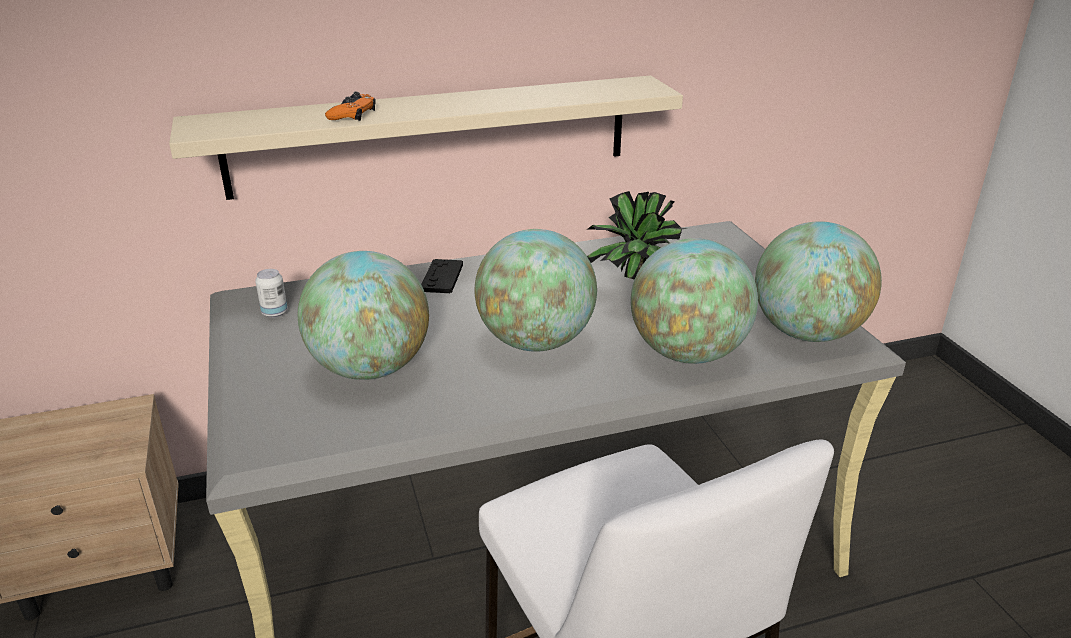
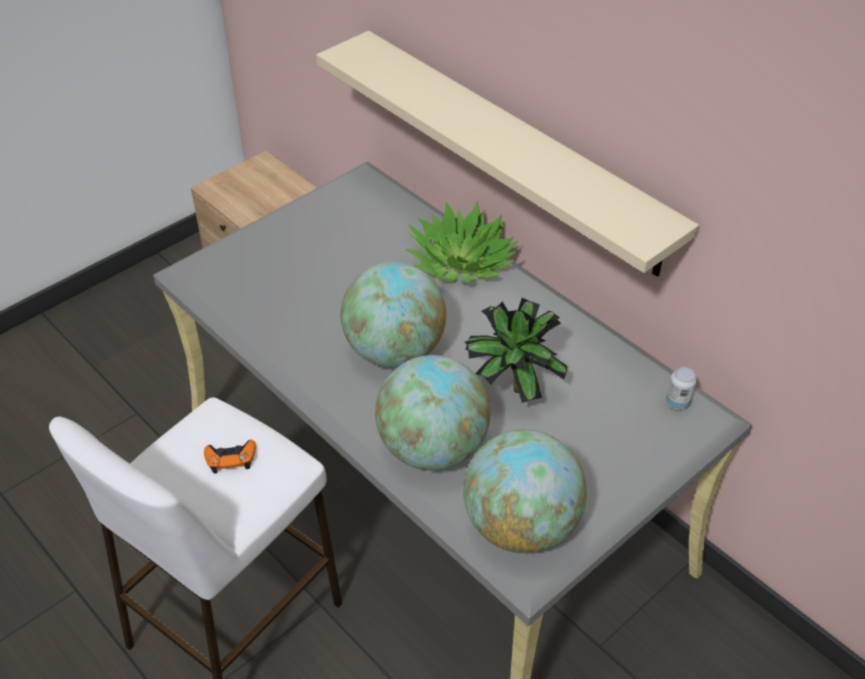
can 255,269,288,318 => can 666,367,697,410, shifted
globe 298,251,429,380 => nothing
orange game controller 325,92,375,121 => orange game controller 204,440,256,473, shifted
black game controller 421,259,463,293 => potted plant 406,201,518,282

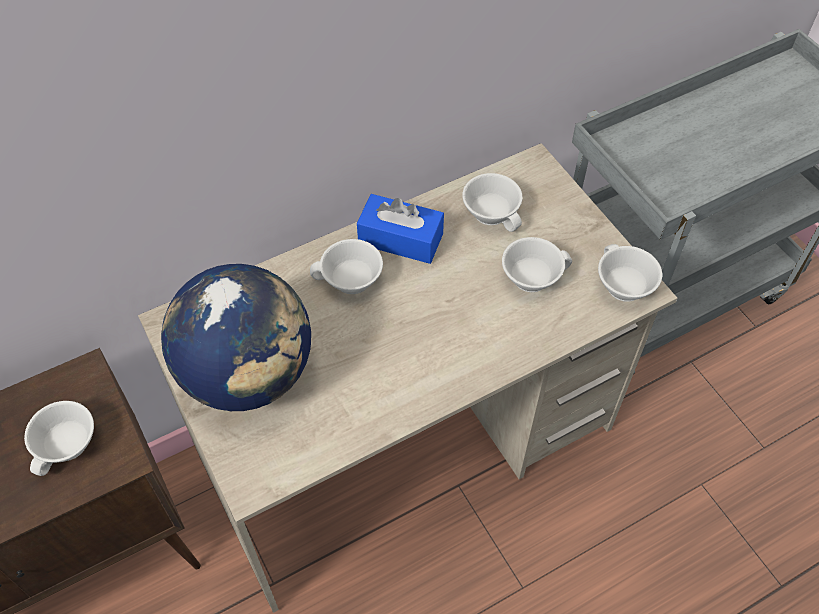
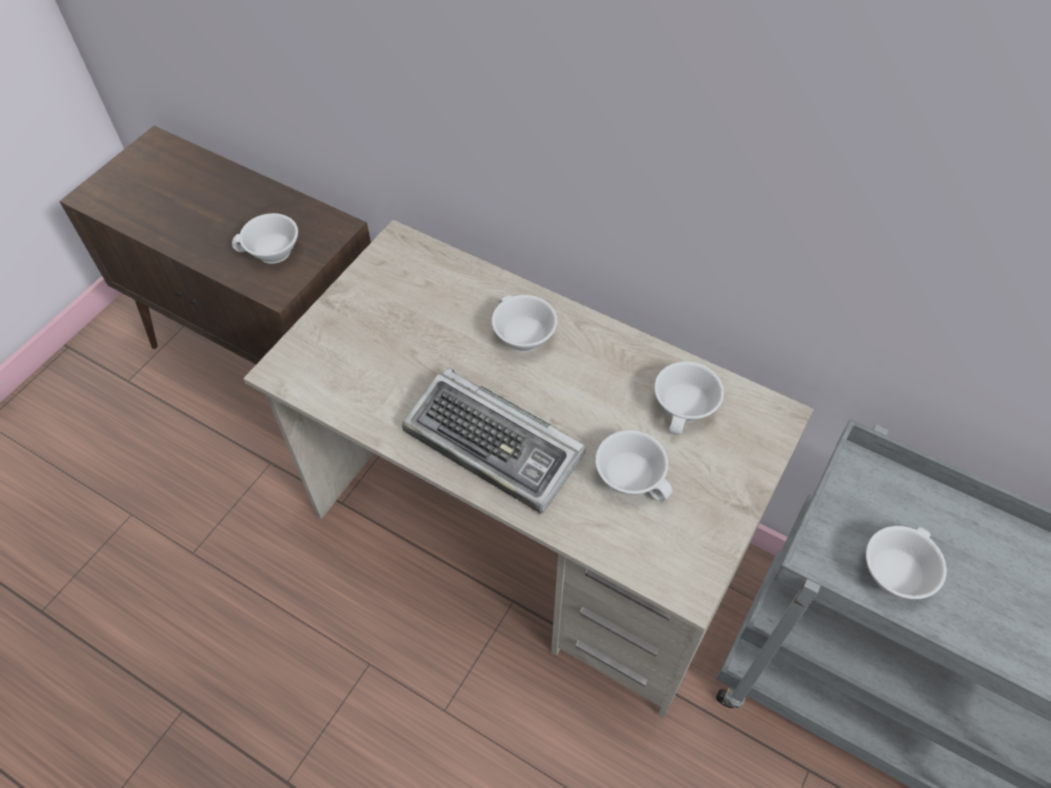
globe 161,264,311,411 => nothing
blue tissue box 357,194,444,264 => nothing
white cup 598,244,662,302 => white cup 866,526,947,599, shifted
nothing => keyboard 402,367,586,514

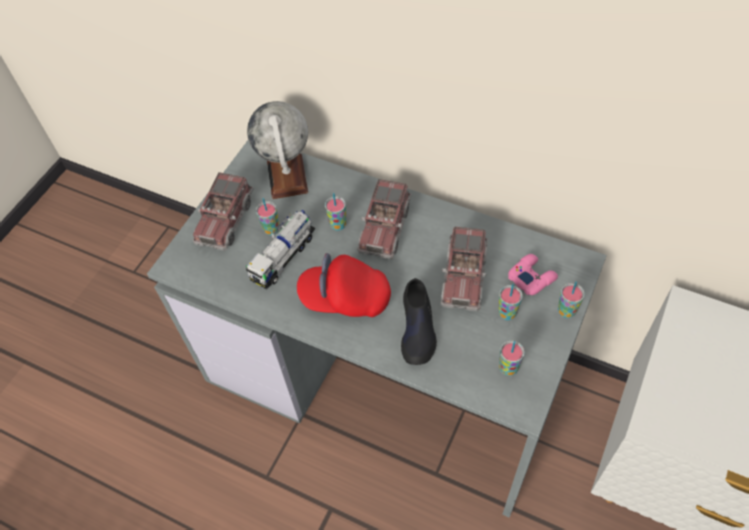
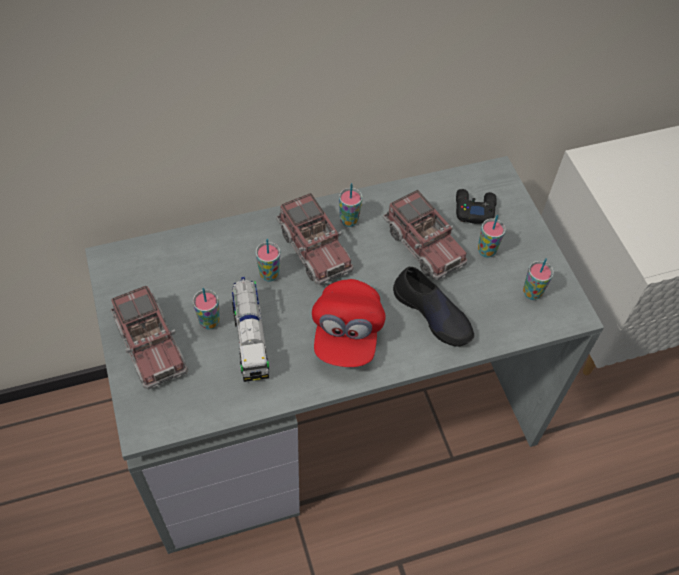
globe 247,101,308,199 => nothing
red cap 297,253,391,317 => red cap 312,279,386,367, 45 degrees counterclockwise
pink game controller 508,254,558,295 => black game controller 456,189,497,224
cup 558,282,585,318 => cup 339,183,362,227, shifted

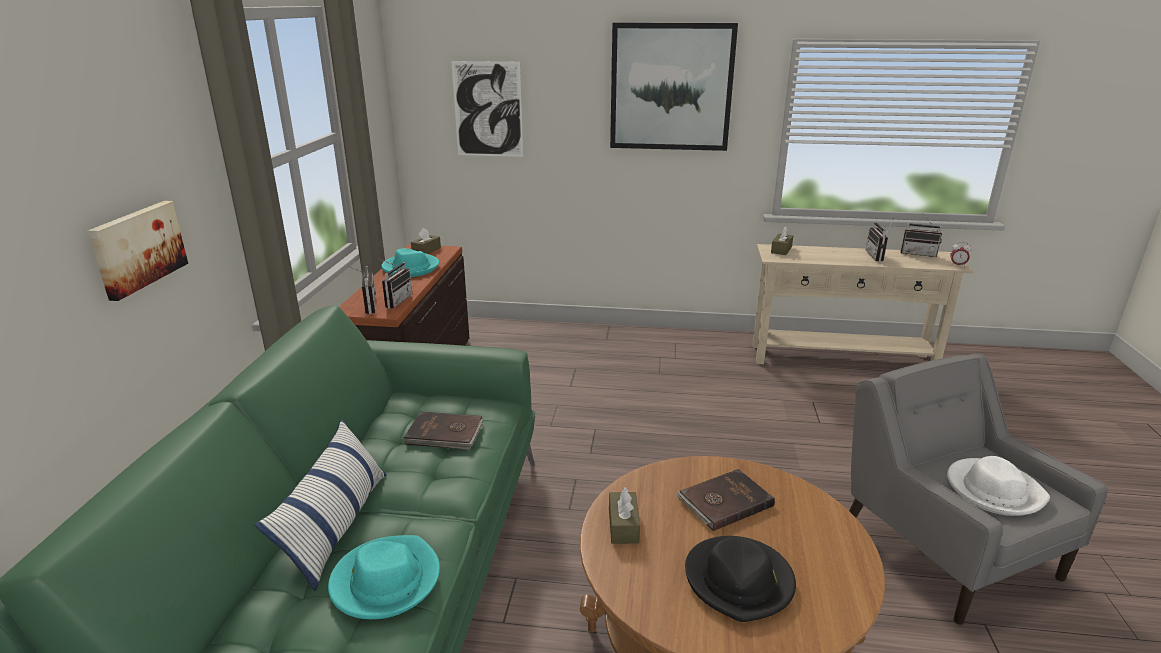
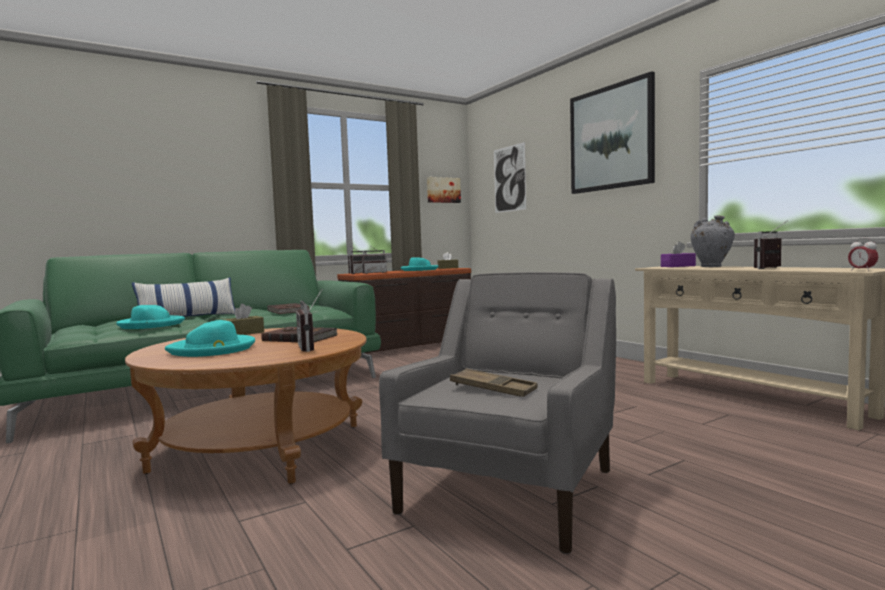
picture 88,201,188,301 => picture 427,177,461,203, shifted
black hat 685,536,796,622 => turquoise hat 165,320,255,357
brown tissue box 771,227,793,255 => purple tissue box 661,241,696,267
radio 900,215,942,257 => radio 296,289,322,352, shifted
white hat 947,456,1050,516 => brown tray 450,368,537,397
nothing => grey vase 691,216,735,267

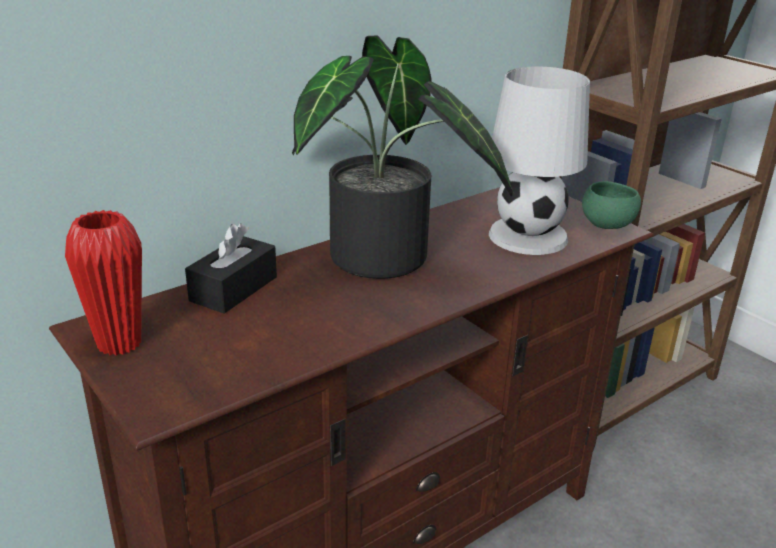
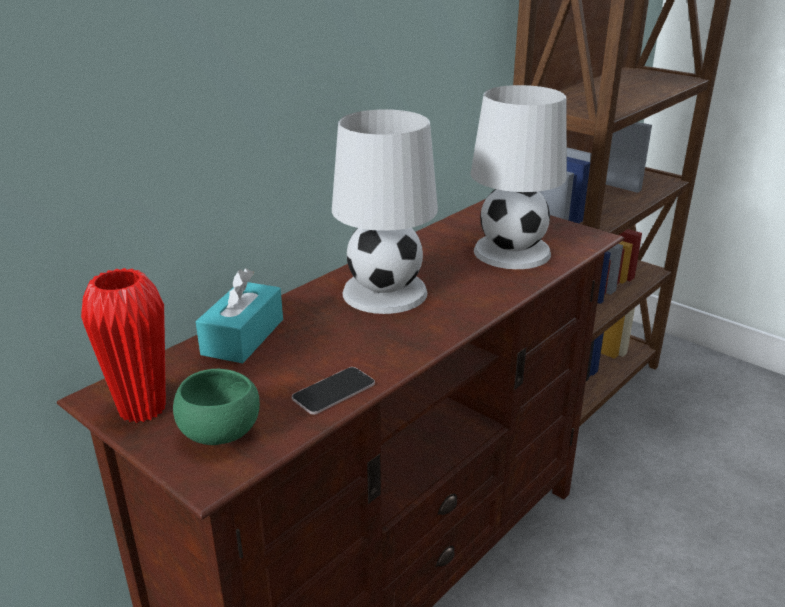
black tissue box 185,223,277,314 => turquoise tissue box 195,268,283,363
potted plant 292,35,513,279 => white table lamp 332,109,438,314
green bowl 582,181,641,229 => green bowl 173,369,260,445, shifted
nothing => phone 292,367,375,415

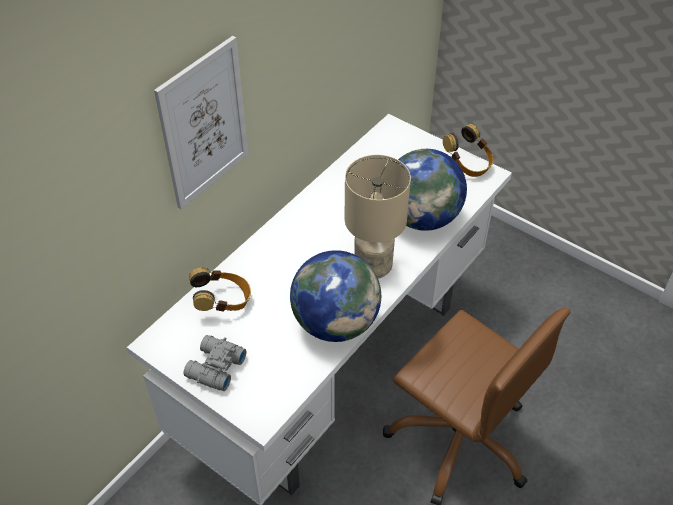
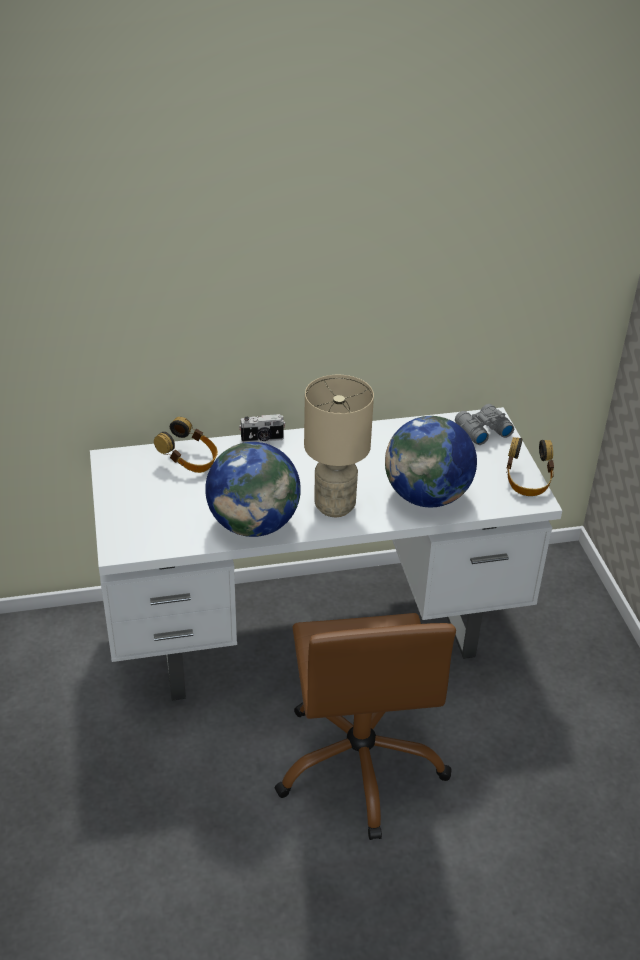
picture 154,36,249,209 => nothing
grey binoculars 183,335,246,391 => grey binoculars 455,404,514,445, shifted
nothing => photo camera 239,414,285,443

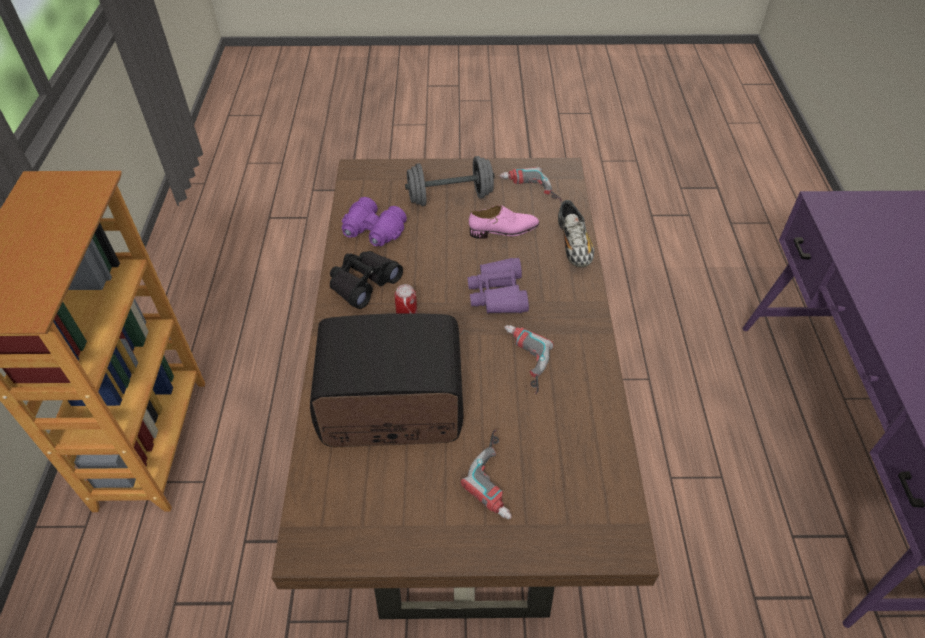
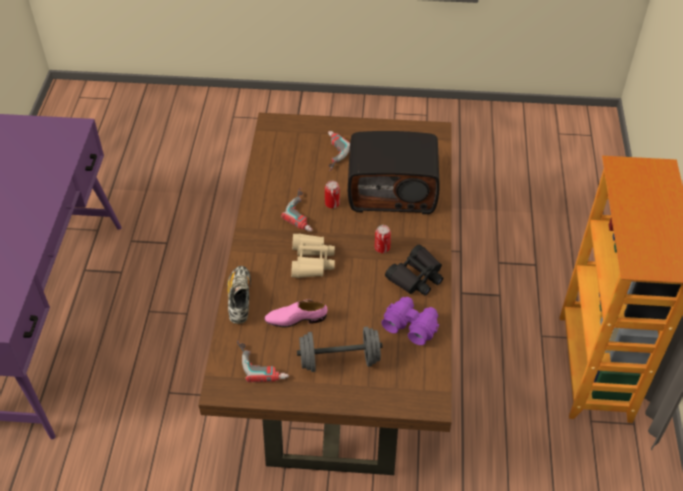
purple binoculars 467,258,529,314 => beige binoculars 291,233,335,278
nothing => can 325,181,340,208

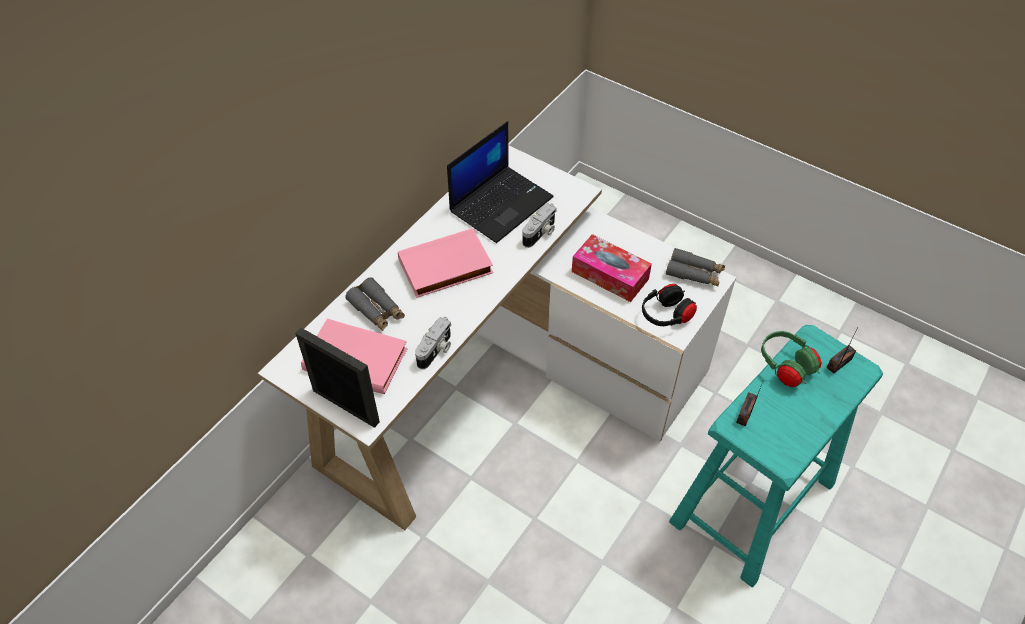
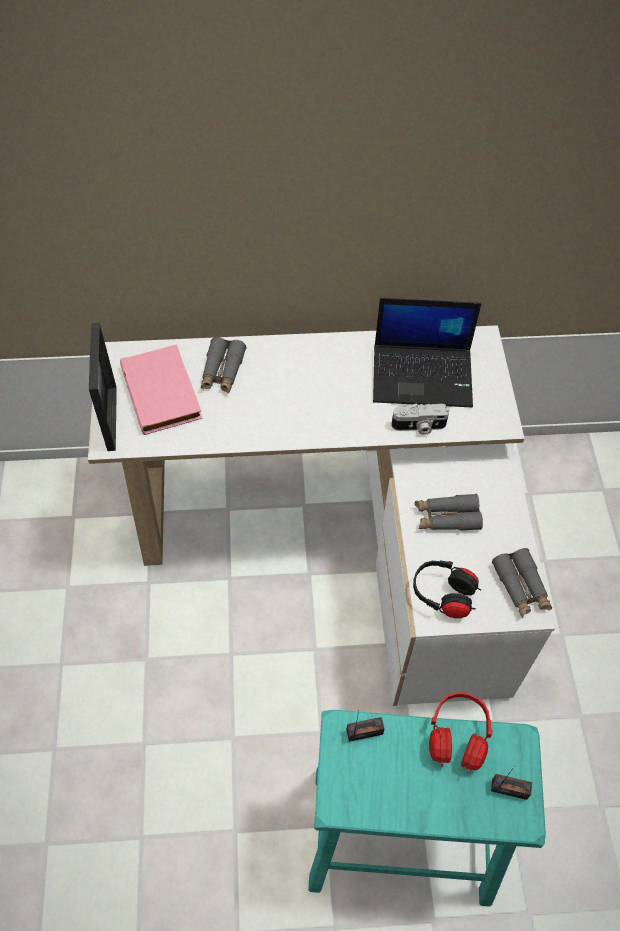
pink book 398,228,493,298 => nothing
photo camera 415,317,451,369 => nothing
tissue box 572,234,652,302 => grey binoculars 415,494,483,531
green headphones 761,331,822,387 => red headphones 429,692,493,774

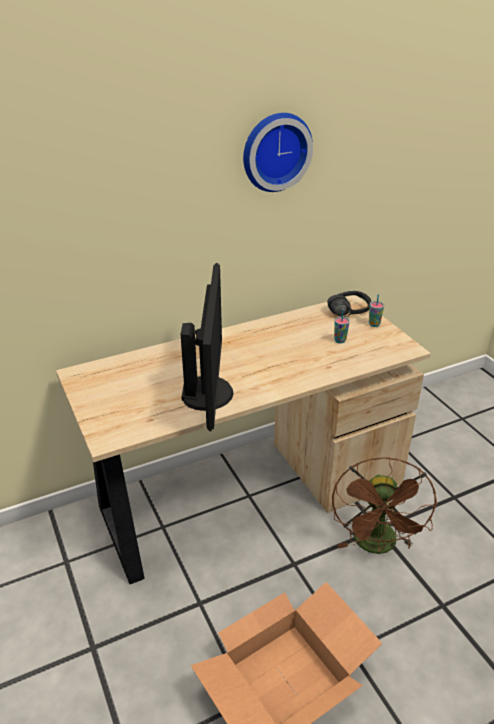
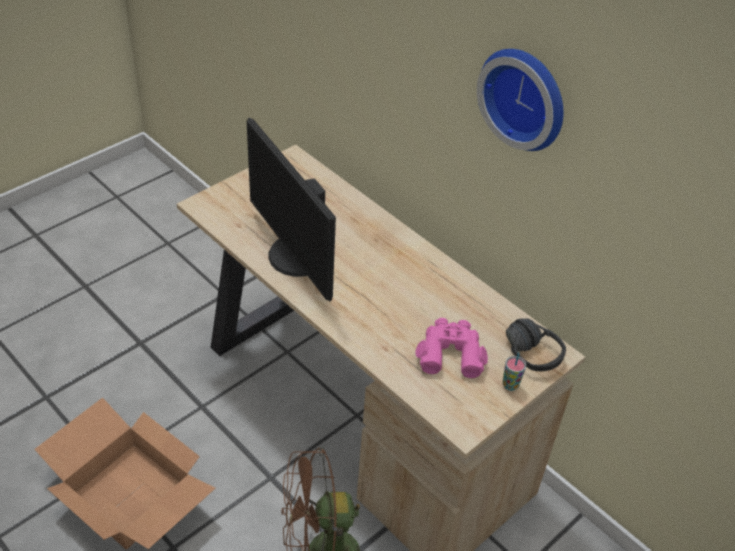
monitor 181,263,234,431 => monitor 247,118,336,302, 75 degrees clockwise
cup 334,310,350,343 => pink binoculars 415,318,488,378

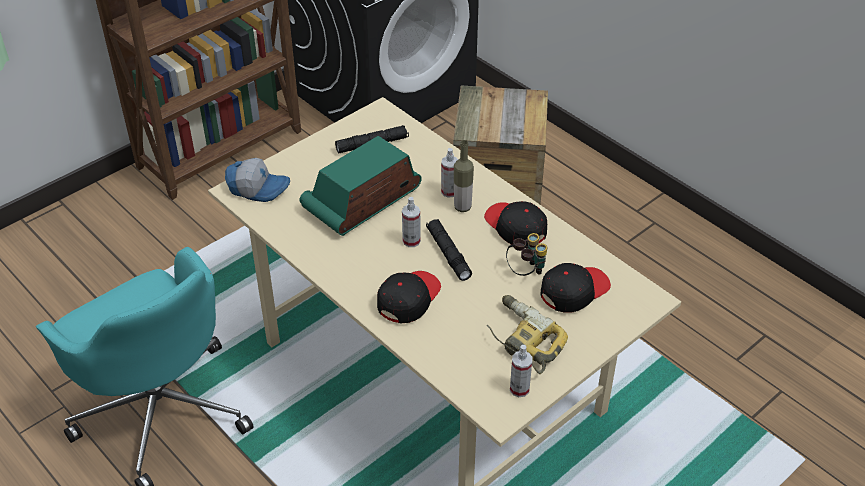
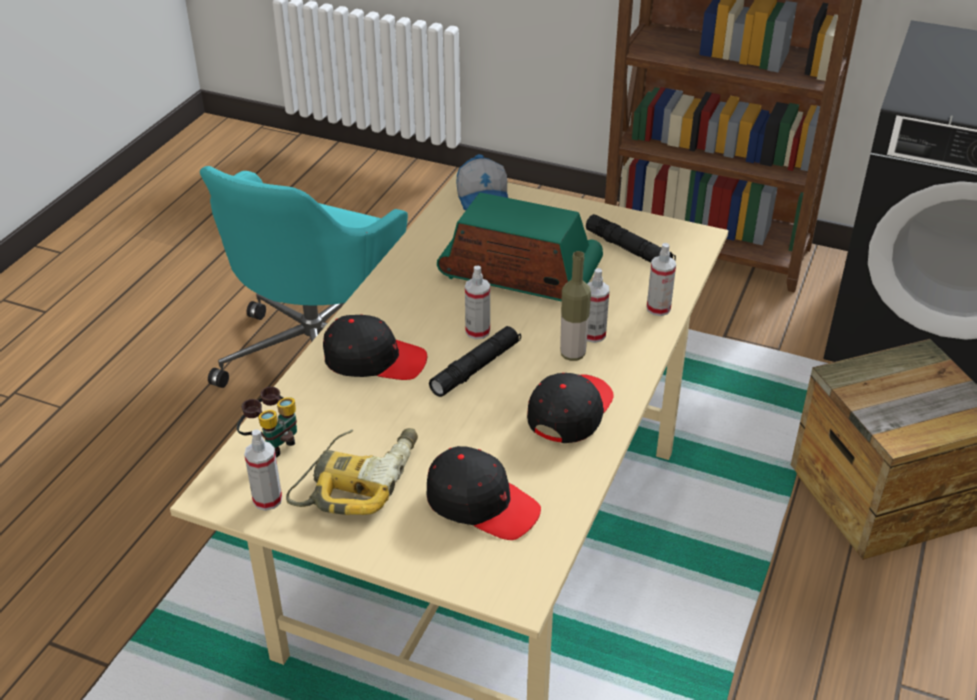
binoculars 506,233,547,276 => binoculars 237,387,297,458, shifted
nothing => spray bottle 647,243,676,316

